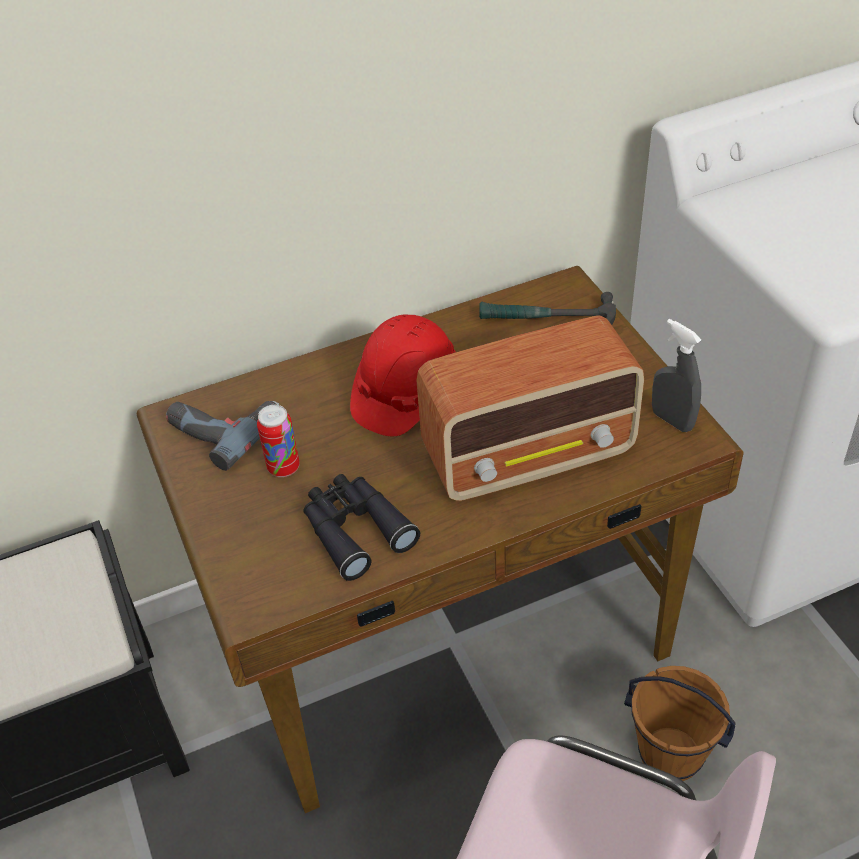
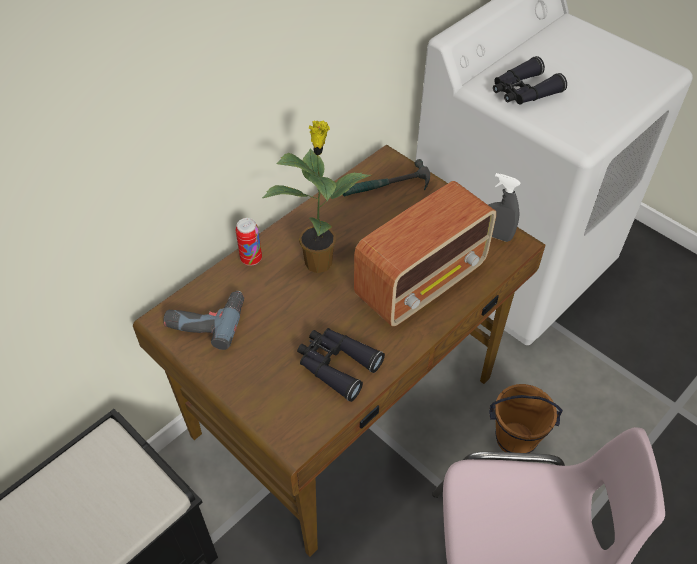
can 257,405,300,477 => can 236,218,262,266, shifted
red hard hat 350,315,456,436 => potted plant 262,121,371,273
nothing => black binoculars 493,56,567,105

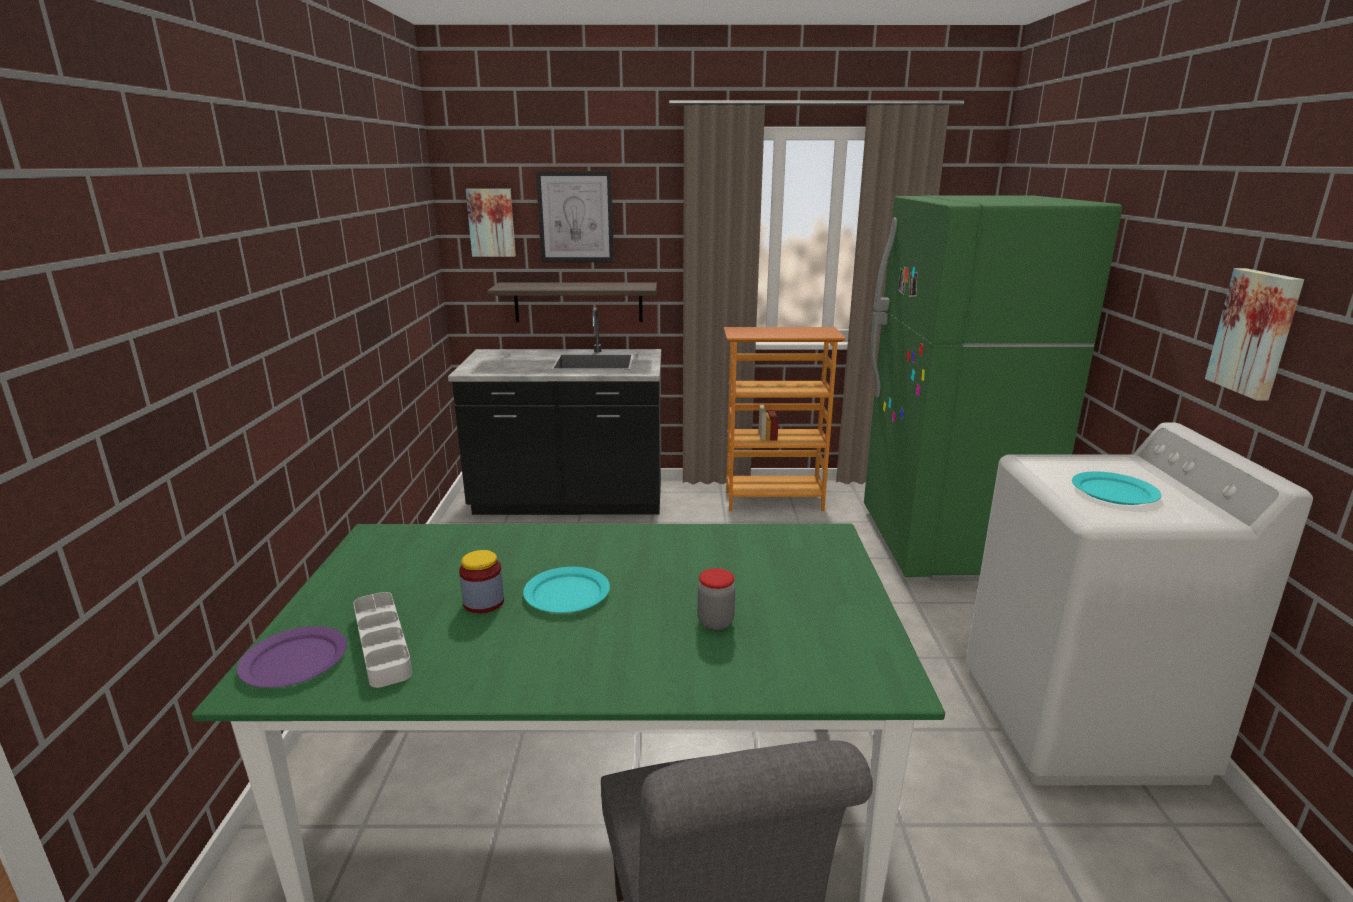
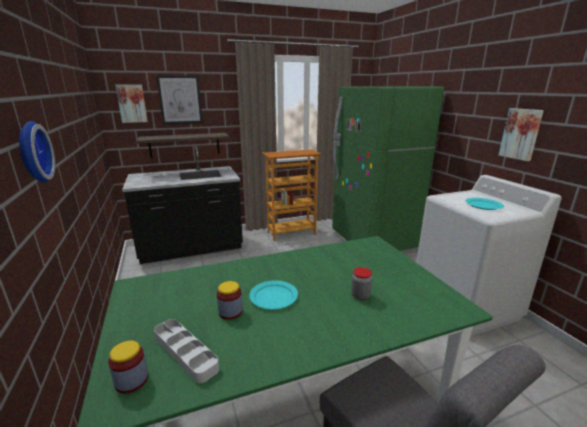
purple plate 237,626,347,688 => jar 108,340,148,393
nothing => wall clock 19,121,55,183

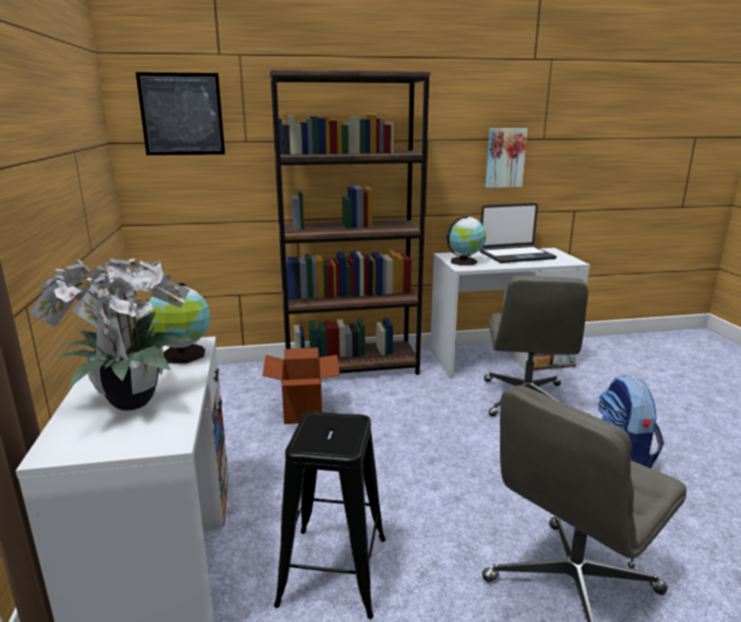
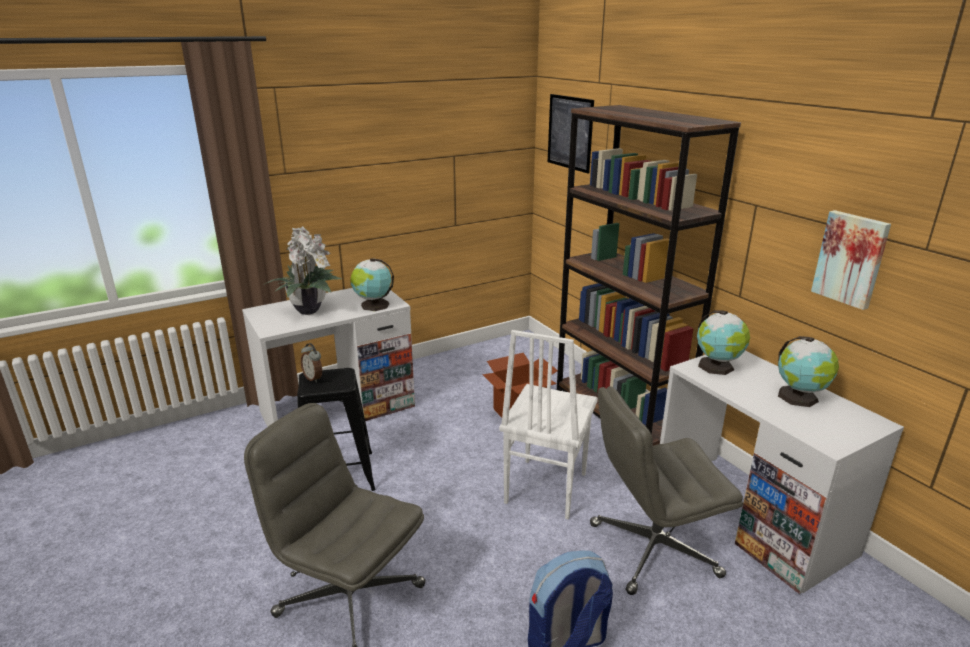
laptop 480,203,557,263 => globe 778,336,839,407
nothing => alarm clock 301,343,322,383
nothing => white chair 499,330,598,519

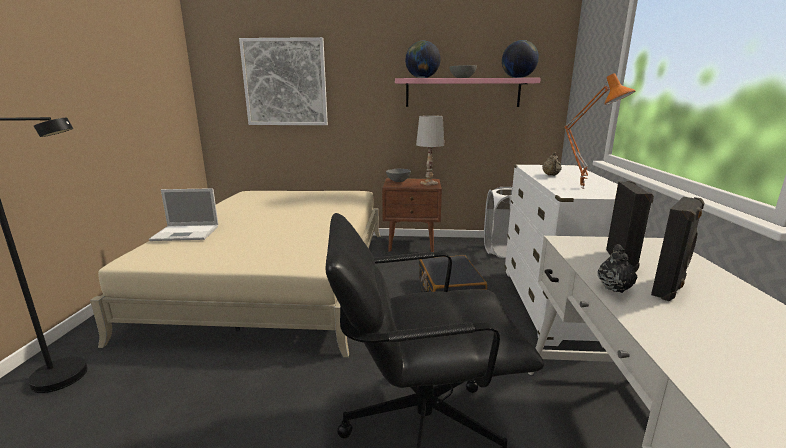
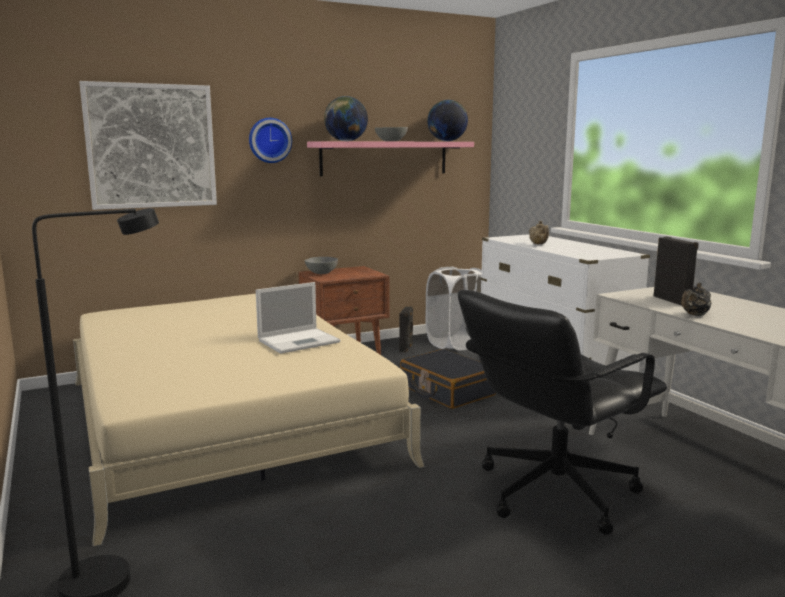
laptop 149,188,218,241 => laptop 256,282,340,354, shifted
white table lamp 416,115,444,185 => nothing
orange table lamp 564,73,635,189 => nothing
black teapot 598,244,638,293 => black teapot 681,283,711,316, 120 degrees counterclockwise
black speaker 651,197,704,301 => black speaker 399,306,413,353, shifted
nothing => wall clock 249,118,292,163

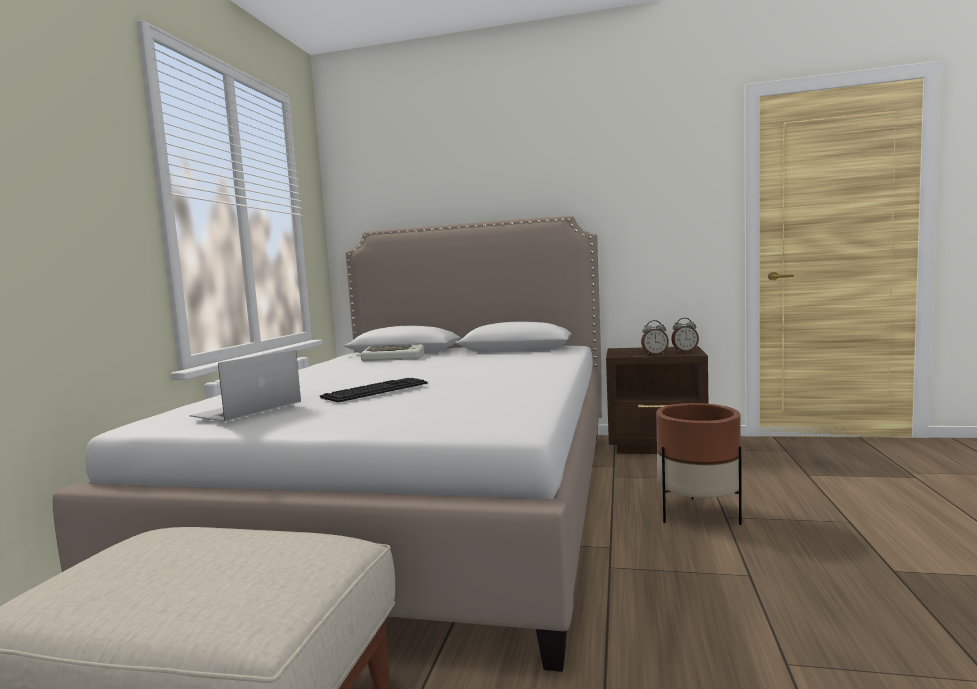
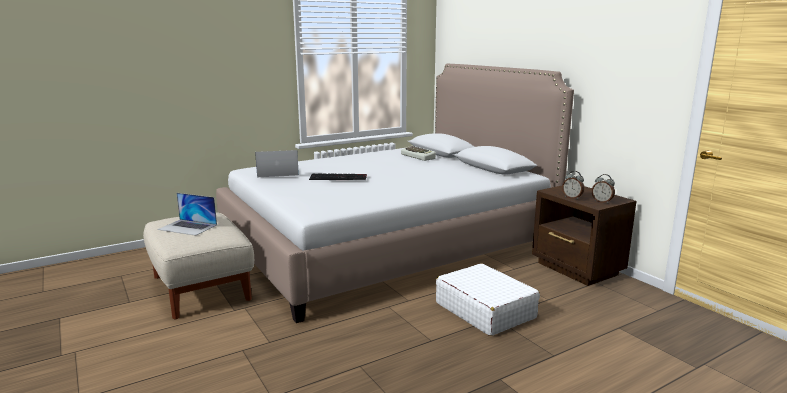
brown planter 656,403,742,525 => white suitcase 436,263,540,336
nothing => laptop 158,193,217,236

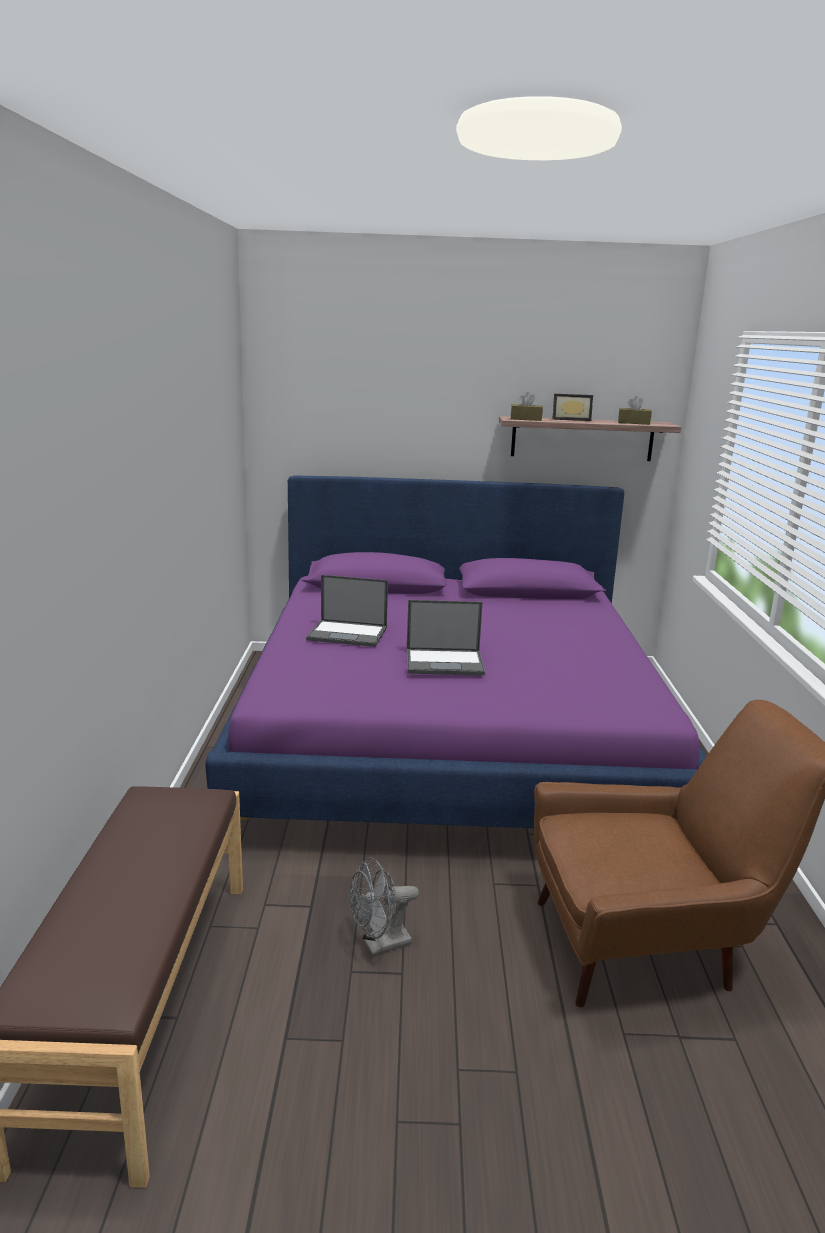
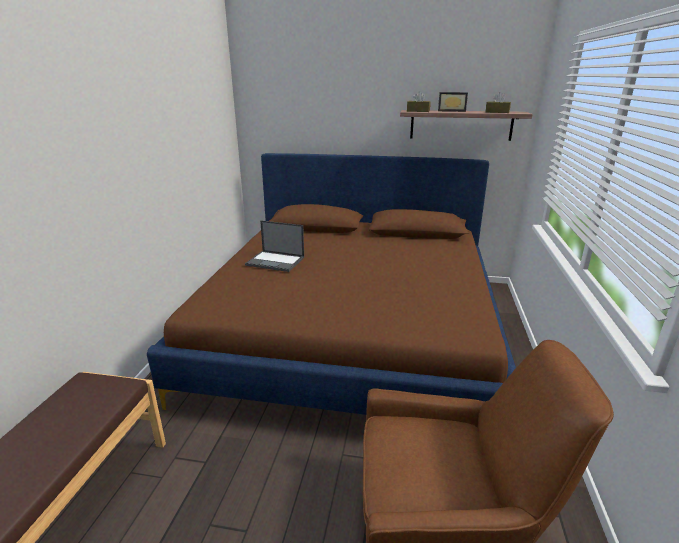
purple bed 205,476,706,828 => brown bed 147,153,516,415
grey fan 350,857,419,956 => nothing
laptop 407,600,485,675 => nothing

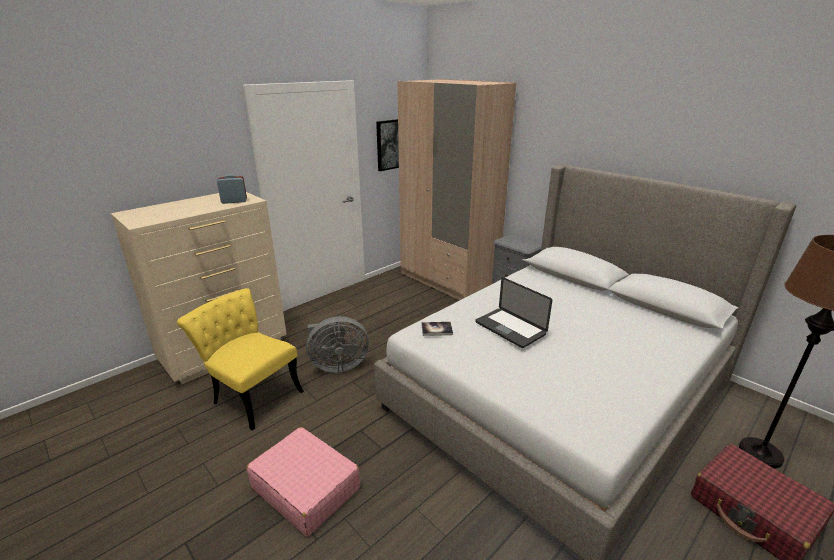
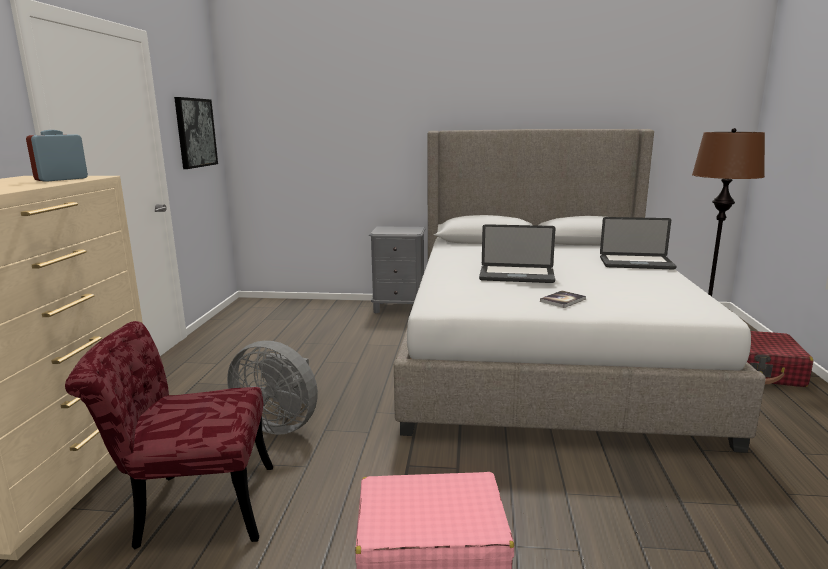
yellow chair 177,288,304,430 => red chair 65,321,273,549
grey fan 306,316,369,373 => grey fan 227,341,318,435, 75 degrees clockwise
beige wardrobe 397,79,517,300 => nothing
book 422,322,453,336 => book 540,290,586,308, shifted
nothing => laptop 600,217,676,270

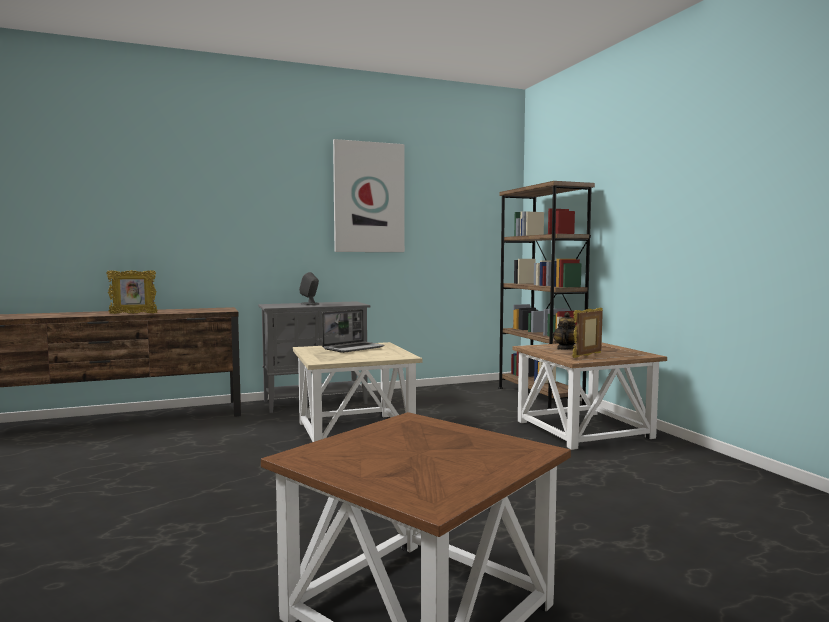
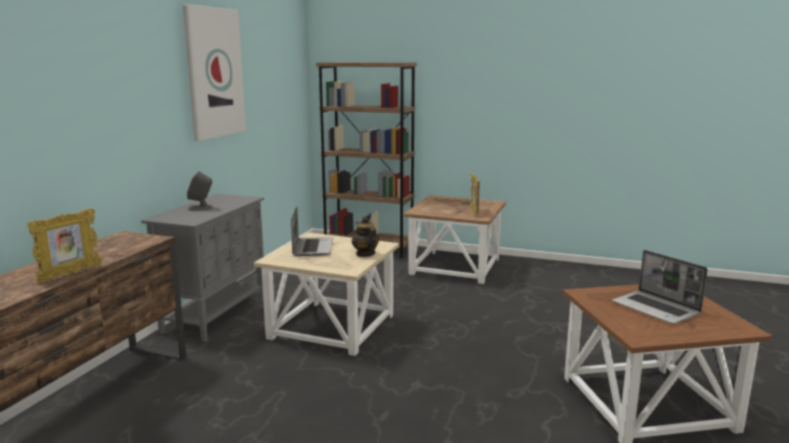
teapot 553,312,577,350 => teapot 352,217,379,257, shifted
nothing => laptop 612,250,707,324

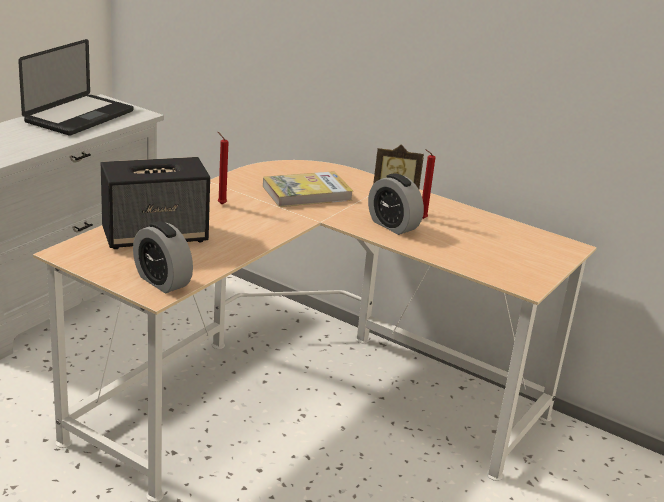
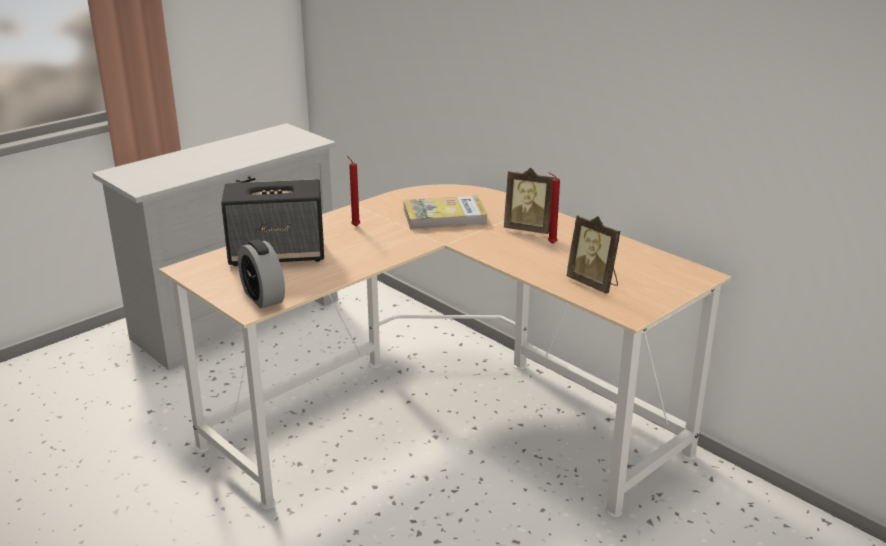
laptop 18,39,133,136 => nothing
alarm clock 368,173,424,235 => nothing
nothing => picture frame 566,215,620,294

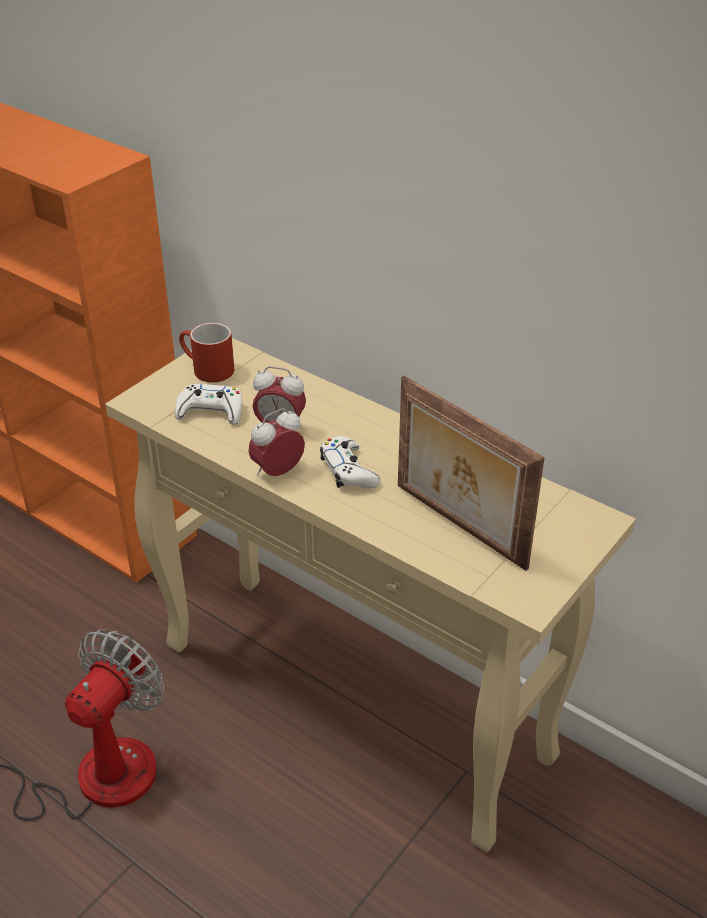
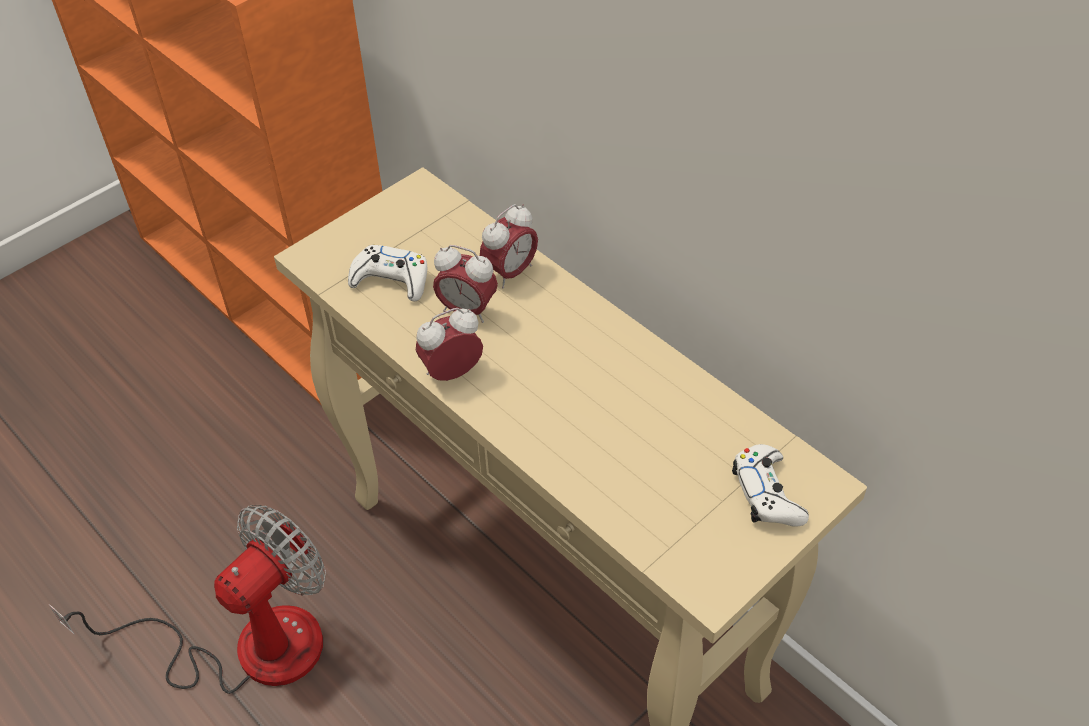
red mug 179,322,234,383 => nothing
white game controller 320,436,380,488 => white game controller 732,444,809,527, shifted
picture frame 398,376,545,571 => nothing
nothing => alarm clock 480,204,538,288

